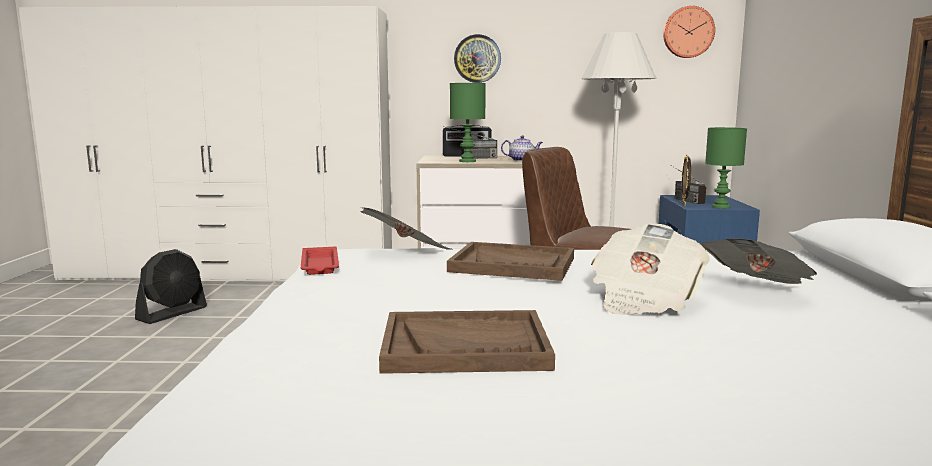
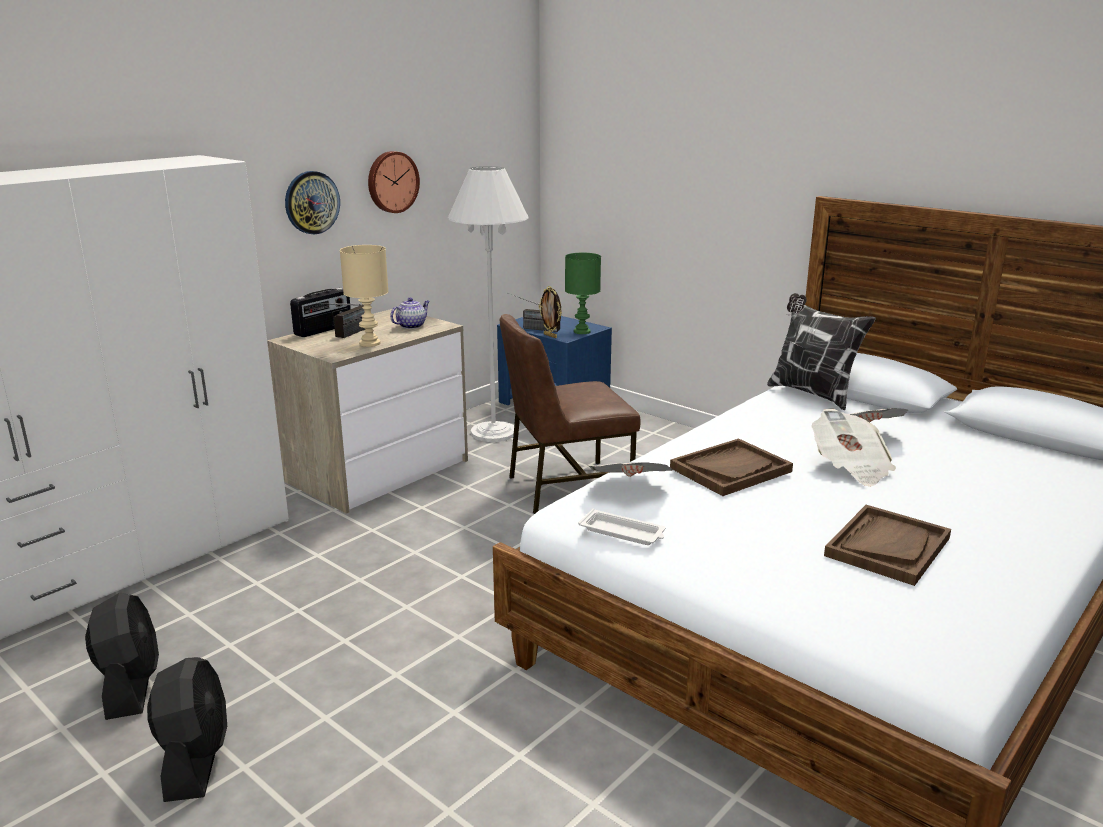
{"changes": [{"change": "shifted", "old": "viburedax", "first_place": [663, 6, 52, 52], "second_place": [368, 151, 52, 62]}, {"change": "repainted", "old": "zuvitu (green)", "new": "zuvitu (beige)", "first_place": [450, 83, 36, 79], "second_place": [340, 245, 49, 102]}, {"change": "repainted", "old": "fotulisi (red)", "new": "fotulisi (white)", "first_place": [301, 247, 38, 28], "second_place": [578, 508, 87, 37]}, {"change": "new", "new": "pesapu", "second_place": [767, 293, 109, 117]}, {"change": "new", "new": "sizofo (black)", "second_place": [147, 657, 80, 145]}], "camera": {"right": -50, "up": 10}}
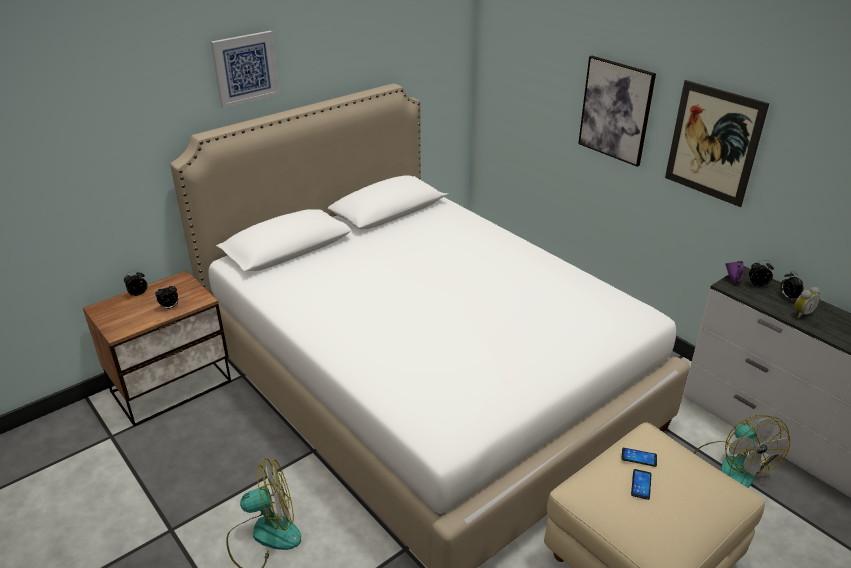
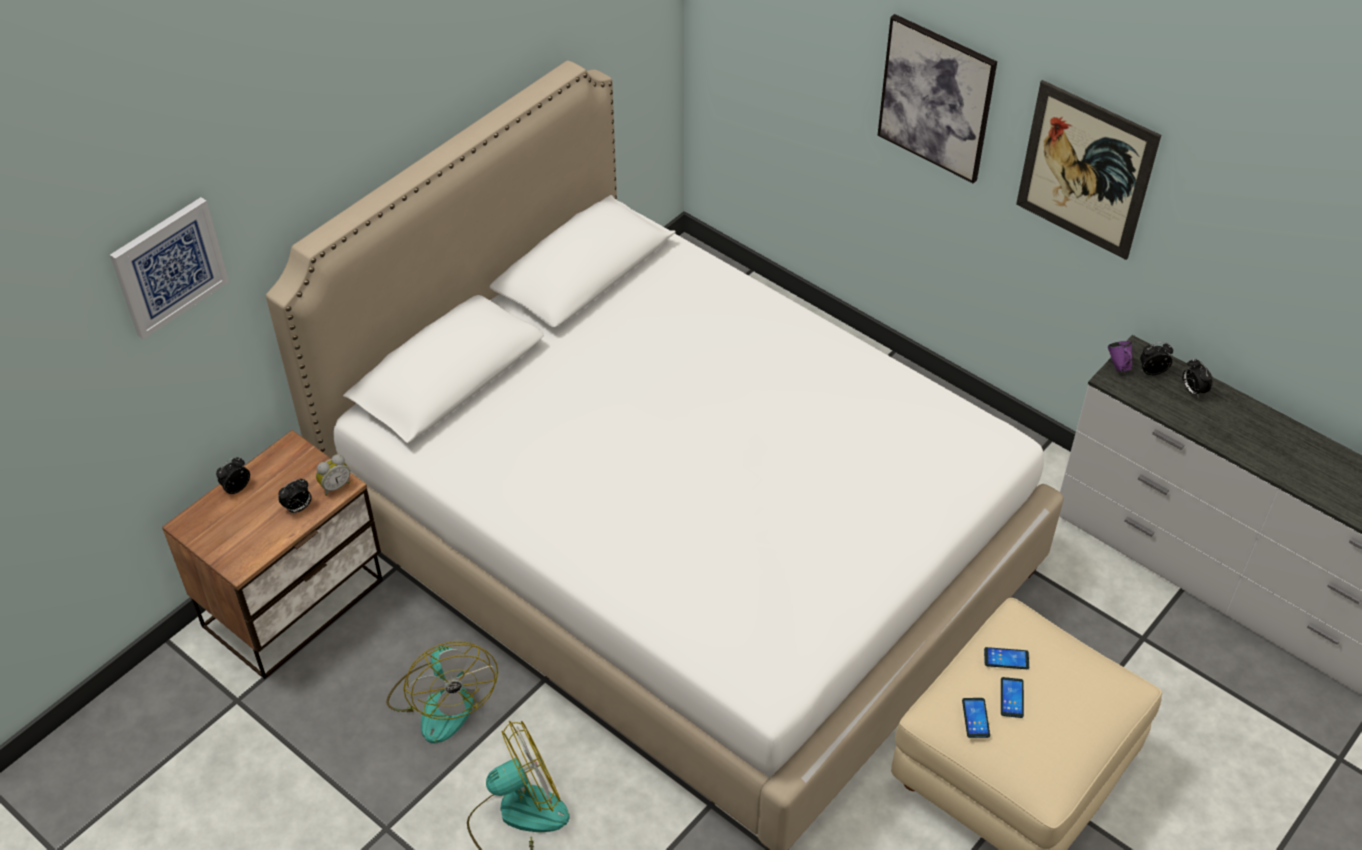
{"changes": [{"change": "shifted", "old": "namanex", "first_place": [211, 31, 69, 77], "second_place": [110, 197, 119, 142]}, {"change": "shifted", "old": "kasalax", "first_place": [795, 287, 25, 31], "second_place": [316, 454, 34, 42]}, {"change": "shifted", "old": "sizofo", "first_place": [694, 415, 96, 73], "second_place": [386, 641, 112, 102]}, {"change": "new", "new": "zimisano", "second_place": [962, 698, 28, 40]}], "camera": {"right": -10, "up": 15}}
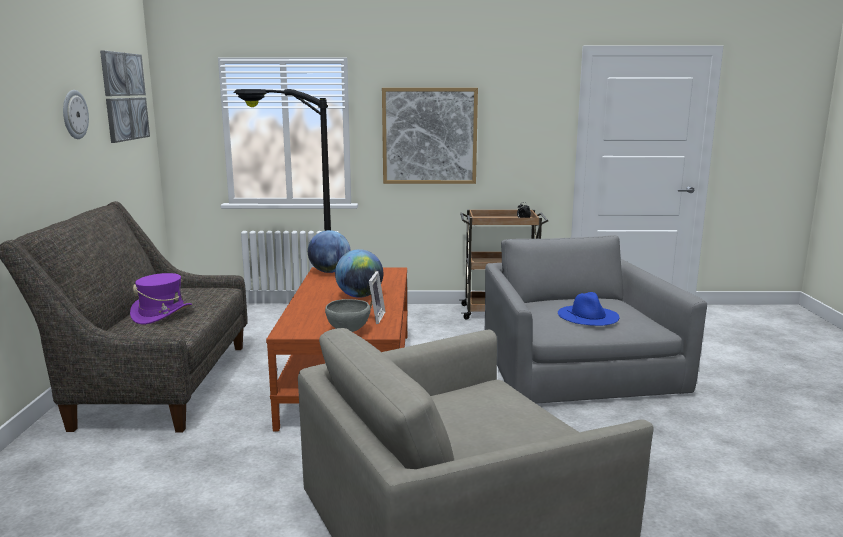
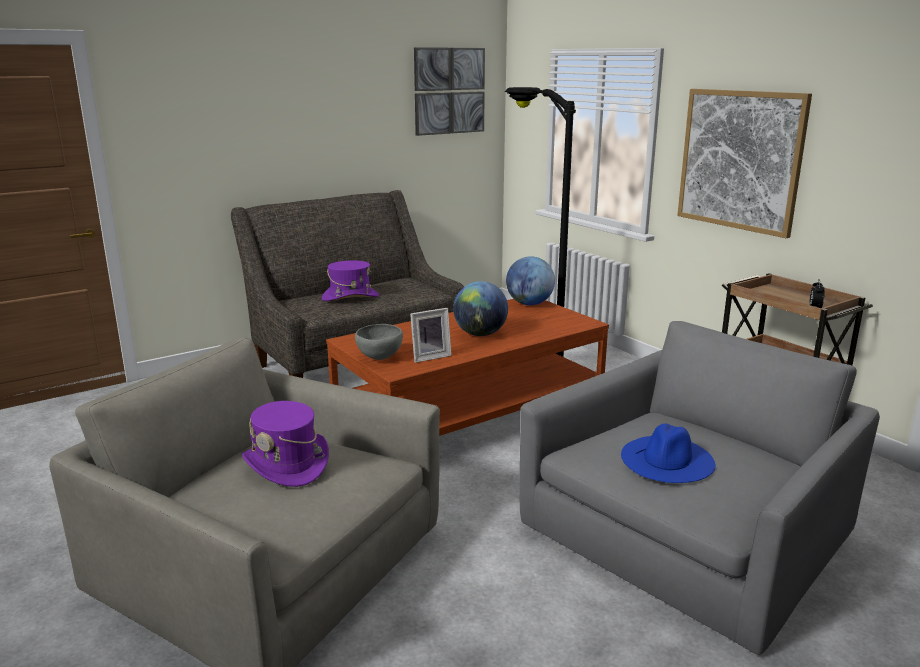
{"changes": [{"change": "gone", "old": "viburedax", "first_place": [63, 90, 26, 49]}, {"change": "new", "new": "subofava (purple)", "second_place": [242, 401, 87, 86]}], "camera": {"right": 55, "up": 5}}
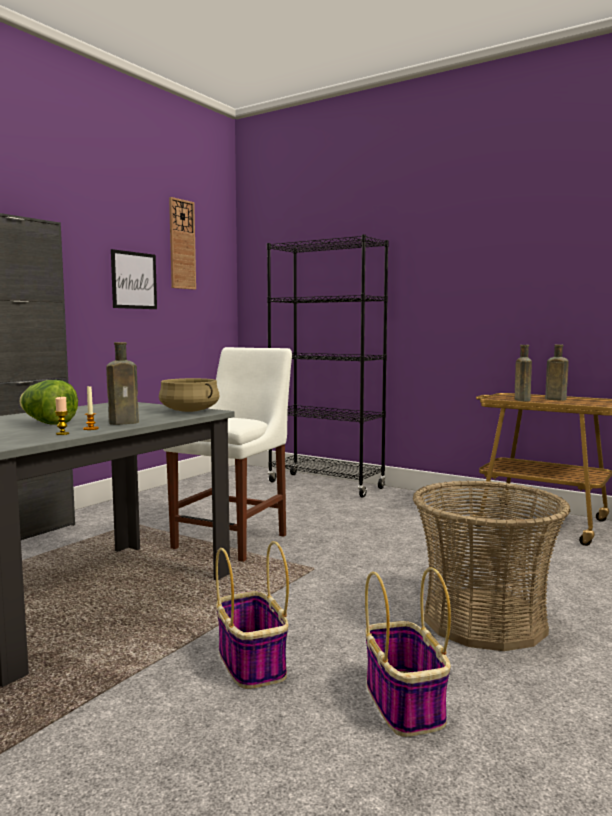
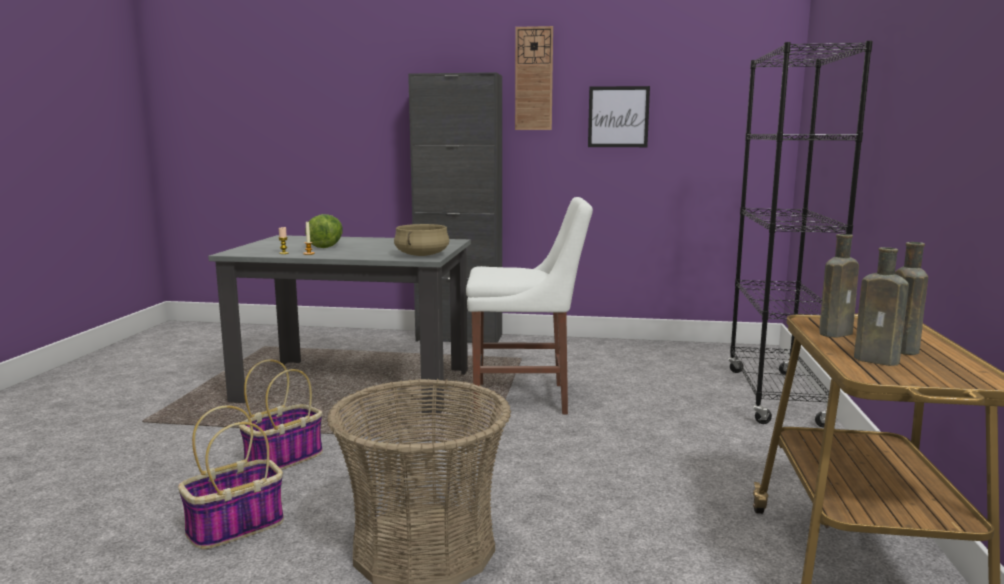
{"changes": [{"change": "shifted", "old": "viburedax", "first_place": [169, 197, 27, 93], "second_place": [515, 26, 38, 104]}, {"change": "shifted", "old": "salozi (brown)", "first_place": [106, 342, 33, 83], "second_place": [854, 247, 55, 119]}], "camera": {"right": 65, "up": 5}}
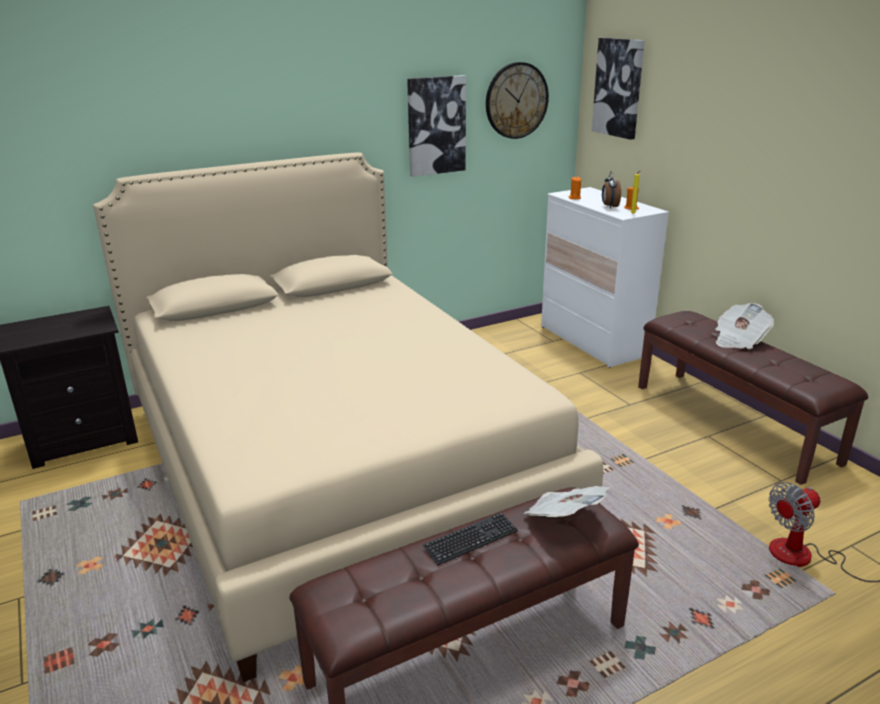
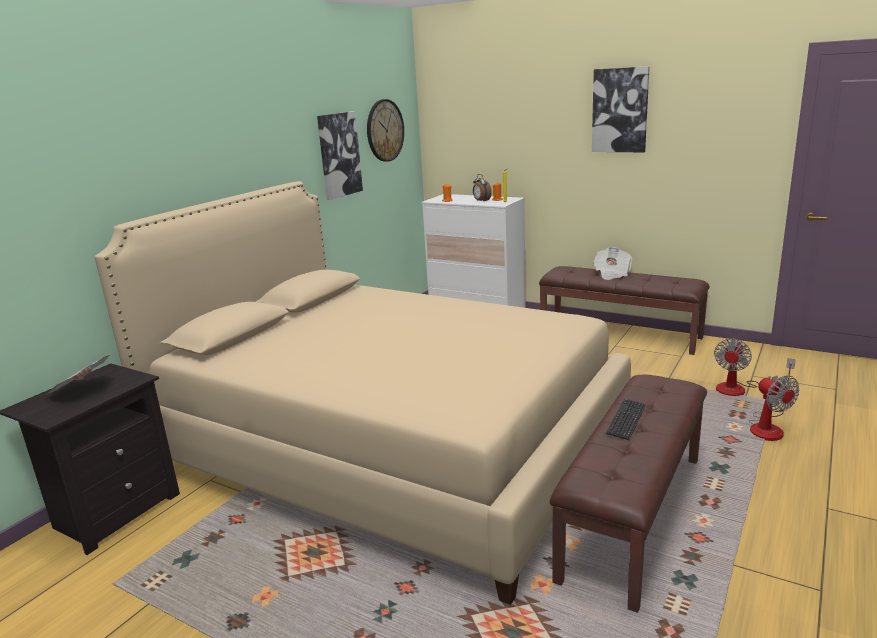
{"changes": [{"change": "shifted", "old": "namanex", "first_place": [592, 38, 53, 102], "second_place": [592, 66, 58, 86]}, {"change": "shifted", "old": "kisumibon", "first_place": [523, 486, 87, 31], "second_place": [46, 355, 64, 40]}, {"change": "new", "new": "sizofo", "second_place": [749, 376, 51, 65]}], "camera": {"right": -30, "up": -5}}
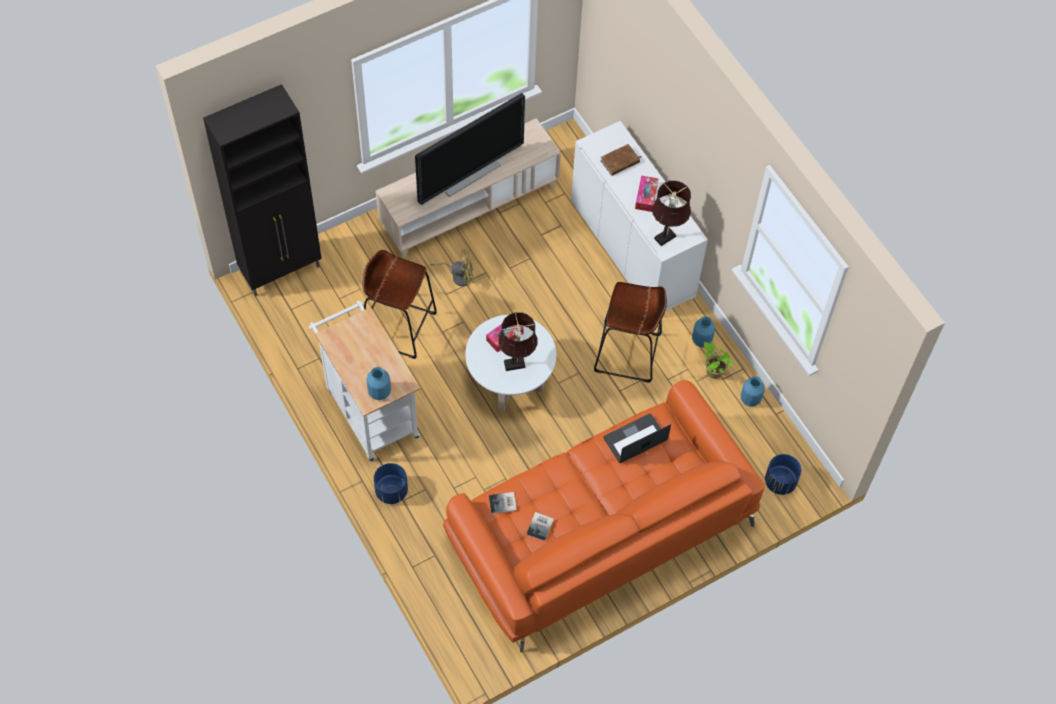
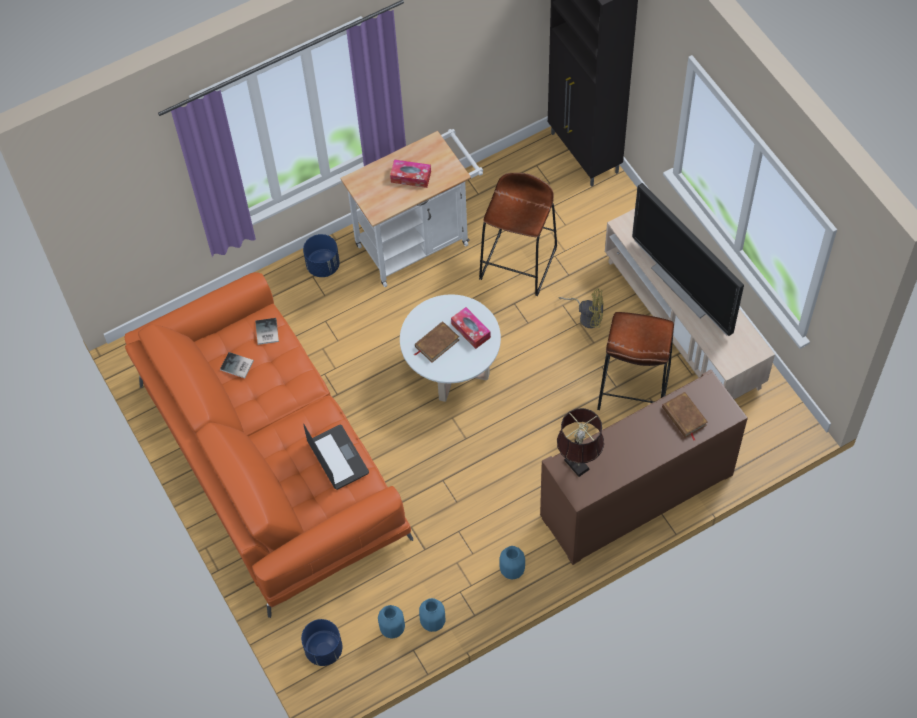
{"changes": [{"change": "repainted", "old": "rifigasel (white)", "new": "rifigasel (brown)", "first_place": [571, 121, 137, 190], "second_place": [540, 369, 208, 196]}, {"change": "shifted", "old": "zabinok", "first_place": [635, 176, 23, 36], "second_place": [390, 159, 41, 29]}, {"change": "rotated", "old": "sizofo (yellow)", "first_place": [430, 250, 43, 36], "second_place": [559, 288, 44, 40], "degrees": -75}, {"change": "shifted", "old": "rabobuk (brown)", "first_place": [594, 282, 73, 101], "second_place": [597, 312, 77, 98]}, {"change": "swapped", "old": "zuvitu (brown)", "new": "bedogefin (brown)", "first_place": [499, 312, 38, 59], "second_place": [414, 321, 45, 42]}, {"change": "gone", "old": "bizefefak", "first_place": [704, 342, 30, 37]}, {"change": "shifted", "old": "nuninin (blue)", "first_place": [366, 367, 25, 33], "second_place": [378, 605, 27, 34]}], "camera": {"right": 95, "up": 0}}
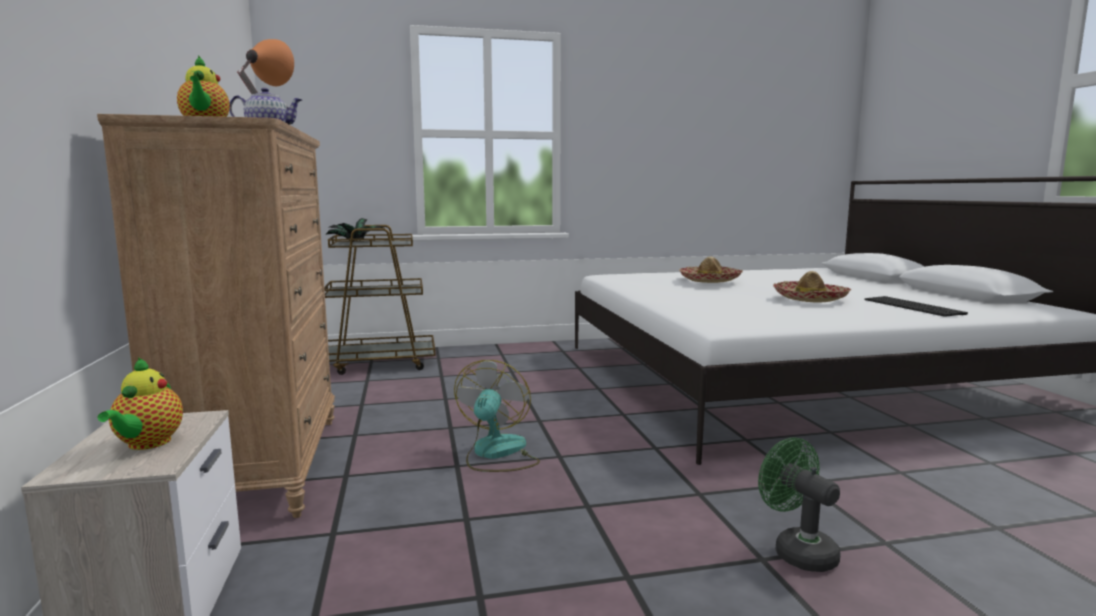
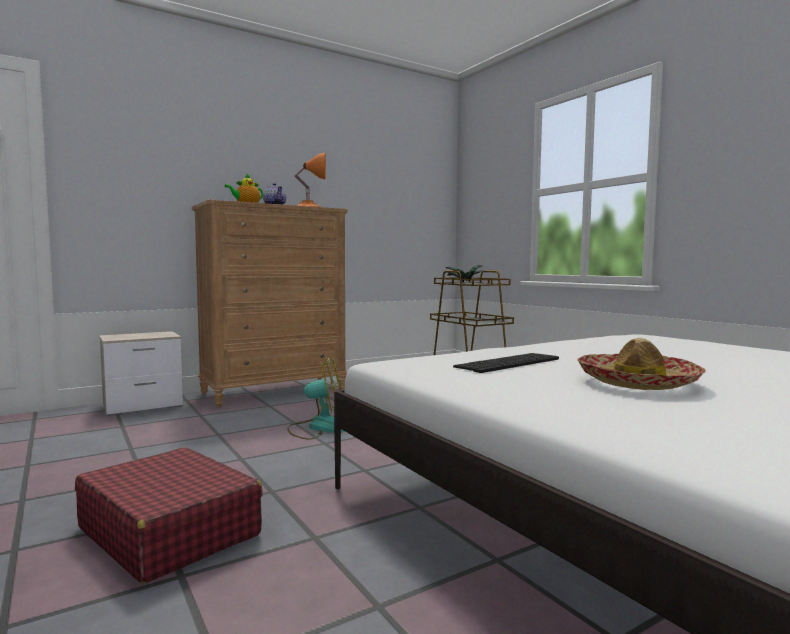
{"changes": [{"change": "gone", "old": "subofava", "first_place": [679, 257, 64, 26]}, {"change": "shifted", "old": "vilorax", "first_place": [864, 296, 104, 21], "second_place": [453, 353, 106, 20]}, {"change": "gone", "old": "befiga", "first_place": [98, 357, 85, 93]}, {"change": "swapped", "old": "sizofo (green)", "new": "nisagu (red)", "first_place": [758, 437, 82, 135], "second_place": [75, 447, 188, 137]}], "camera": {"right": 70, "up": -5}}
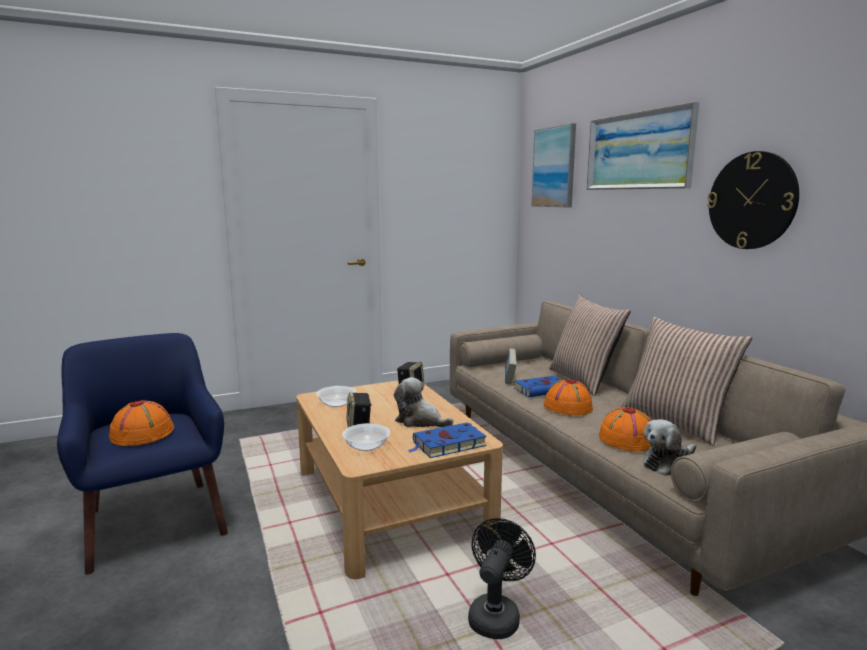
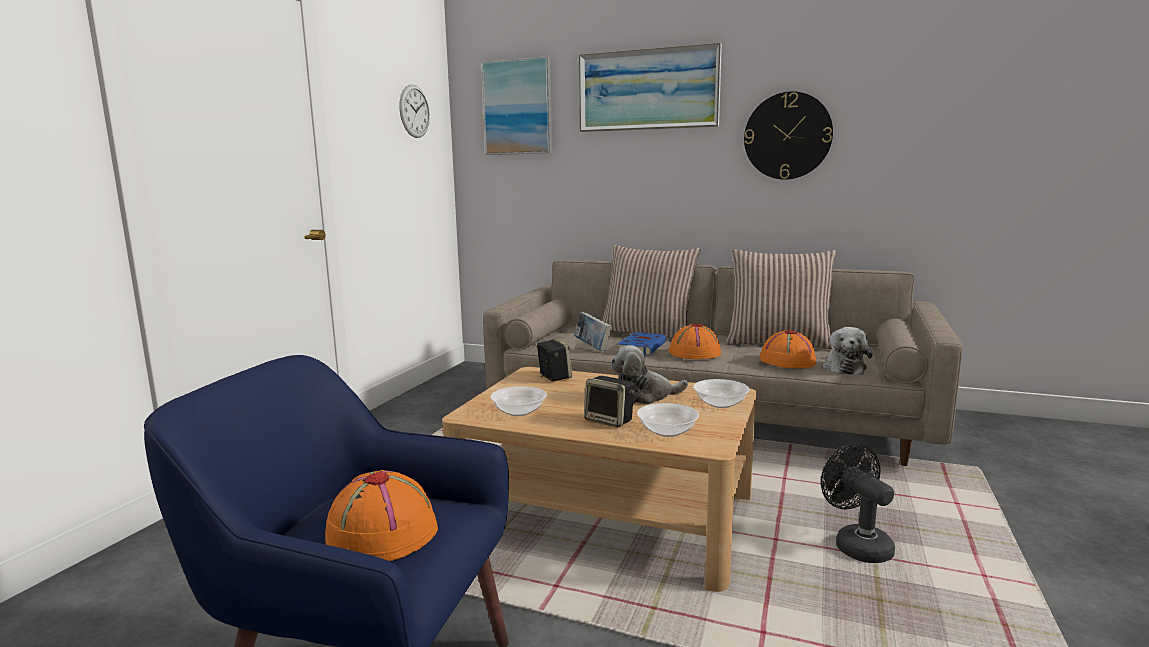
{"changes": [{"change": "swapped", "old": "bedogefin (blue)", "new": "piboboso", "first_place": [407, 422, 80, 36], "second_place": [693, 379, 57, 29]}, {"change": "new", "new": "viburedax", "second_place": [399, 84, 31, 54]}], "camera": {"right": -45, "up": 0}}
